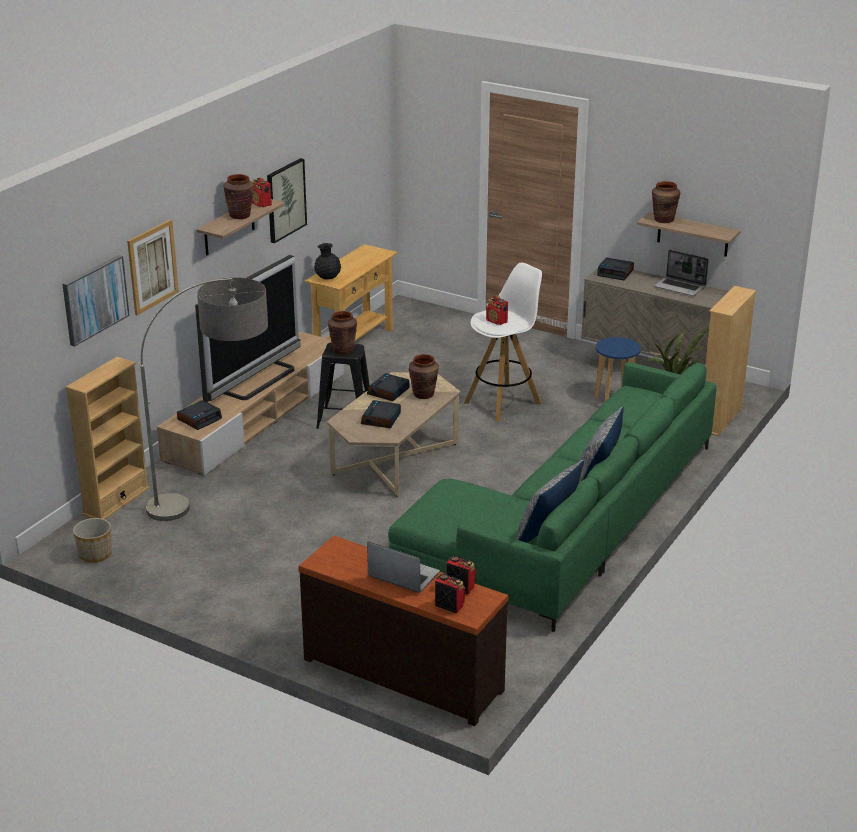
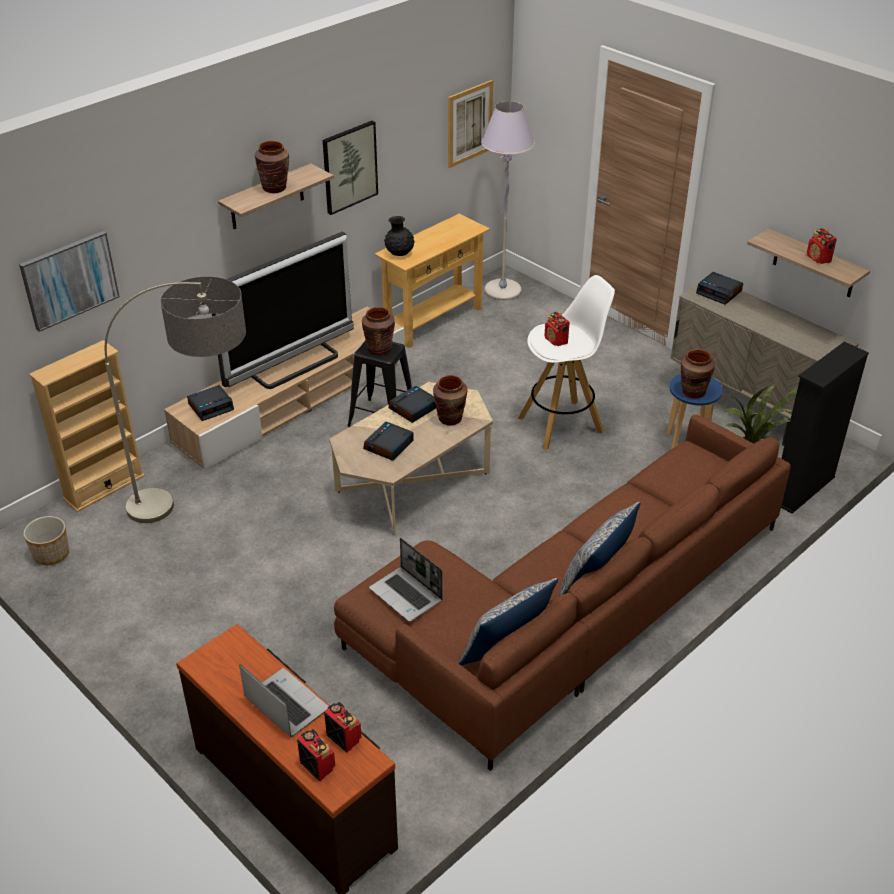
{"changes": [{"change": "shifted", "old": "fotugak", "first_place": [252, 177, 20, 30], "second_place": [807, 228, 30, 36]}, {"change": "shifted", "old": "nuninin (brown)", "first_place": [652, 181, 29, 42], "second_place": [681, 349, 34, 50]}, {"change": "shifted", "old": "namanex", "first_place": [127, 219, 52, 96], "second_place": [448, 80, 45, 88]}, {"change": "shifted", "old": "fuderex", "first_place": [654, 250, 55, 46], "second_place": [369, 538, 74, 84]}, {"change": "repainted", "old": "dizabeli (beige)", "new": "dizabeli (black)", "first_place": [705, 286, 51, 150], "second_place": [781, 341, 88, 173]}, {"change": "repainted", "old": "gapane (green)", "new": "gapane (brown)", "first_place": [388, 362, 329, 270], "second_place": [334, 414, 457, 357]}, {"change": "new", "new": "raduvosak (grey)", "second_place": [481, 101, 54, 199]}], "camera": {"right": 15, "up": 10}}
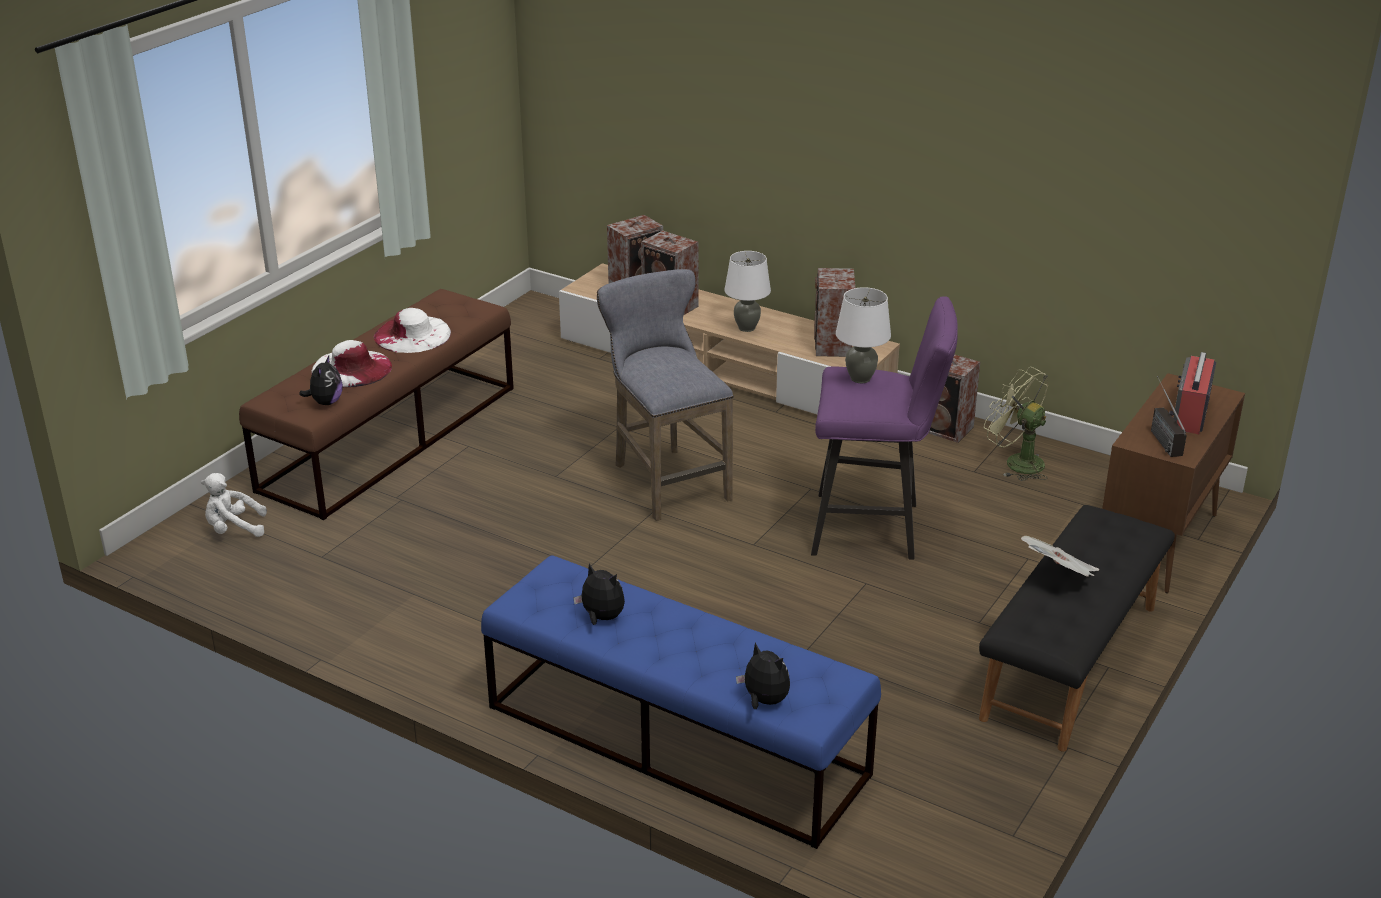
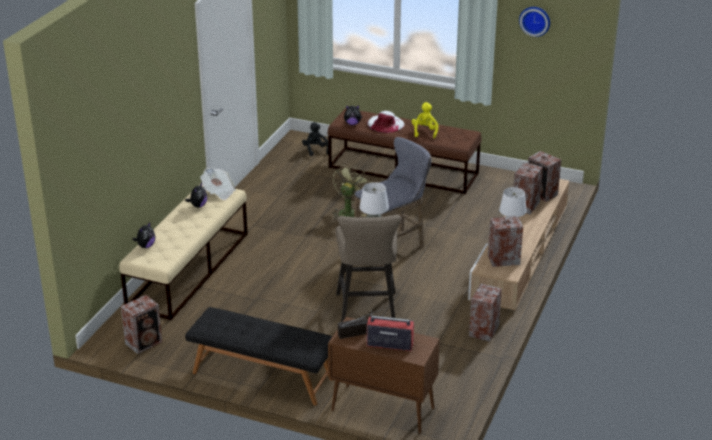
{"changes": [{"change": "repainted", "old": "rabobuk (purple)", "new": "rabobuk (beige)", "first_place": [811, 296, 147, 264], "second_place": [336, 215, 66, 107]}, {"change": "swapped", "old": "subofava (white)", "new": "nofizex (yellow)", "first_place": [374, 308, 77, 45], "second_place": [411, 102, 27, 37]}, {"change": "shifted", "old": "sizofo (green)", "first_place": [984, 367, 64, 114], "second_place": [332, 165, 40, 55]}, {"change": "repainted", "old": "nofizex (white)", "new": "nofizex (black)", "first_place": [201, 473, 66, 64], "second_place": [302, 122, 27, 34]}, {"change": "shifted", "old": "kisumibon", "first_place": [1021, 536, 78, 41], "second_place": [200, 168, 36, 32]}, {"change": "repainted", "old": "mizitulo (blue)", "new": "mizitulo (beige)", "first_place": [481, 555, 400, 294], "second_place": [119, 182, 129, 138]}, {"change": "new", "new": "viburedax", "second_place": [519, 7, 31, 30]}, {"change": "new", "new": "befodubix", "second_place": [121, 295, 41, 59]}], "camera": {"right": 80, "up": 0}}
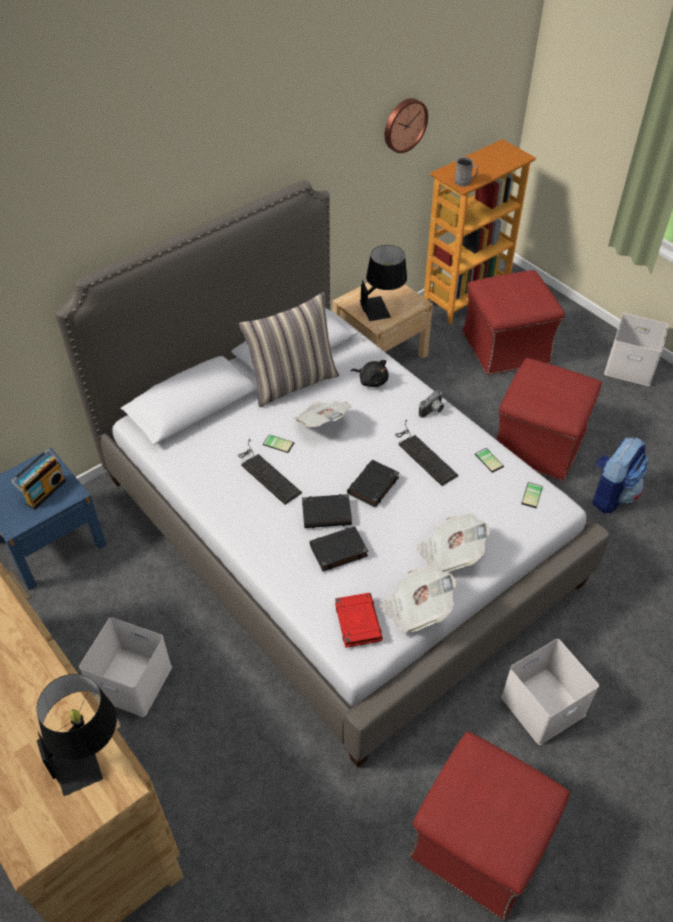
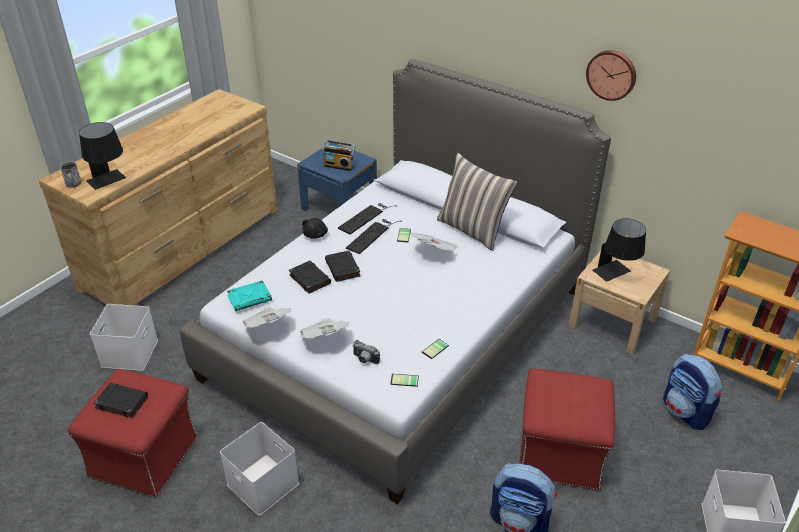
{"changes": [{"change": "shifted", "old": "viburedax", "first_place": [385, 98, 43, 55], "second_place": [586, 50, 50, 51]}, {"change": "shifted", "old": "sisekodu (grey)", "first_place": [454, 157, 24, 29], "second_place": [60, 161, 21, 27]}, {"change": "swapped", "old": "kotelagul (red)", "new": "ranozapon", "first_place": [462, 270, 103, 105], "second_place": [663, 354, 59, 76]}, {"change": "shifted", "old": "nofizex (black)", "first_place": [351, 360, 38, 27], "second_place": [302, 218, 26, 21]}, {"change": "shifted", "old": "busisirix", "first_place": [419, 390, 25, 28], "second_place": [352, 340, 28, 24]}, {"change": "shifted", "old": "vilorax", "first_place": [395, 420, 64, 66], "second_place": [338, 203, 58, 31]}, {"change": "shifted", "old": "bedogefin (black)", "first_place": [347, 460, 52, 48], "second_place": [94, 383, 54, 35]}, {"change": "repainted", "old": "bedogefin (red)", "new": "bedogefin (turquoise)", "first_place": [335, 593, 48, 55], "second_place": [227, 280, 45, 31]}, {"change": "shifted", "old": "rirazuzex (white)", "first_place": [79, 617, 93, 100], "second_place": [90, 304, 68, 67]}], "camera": {"right": 75, "up": -10}}
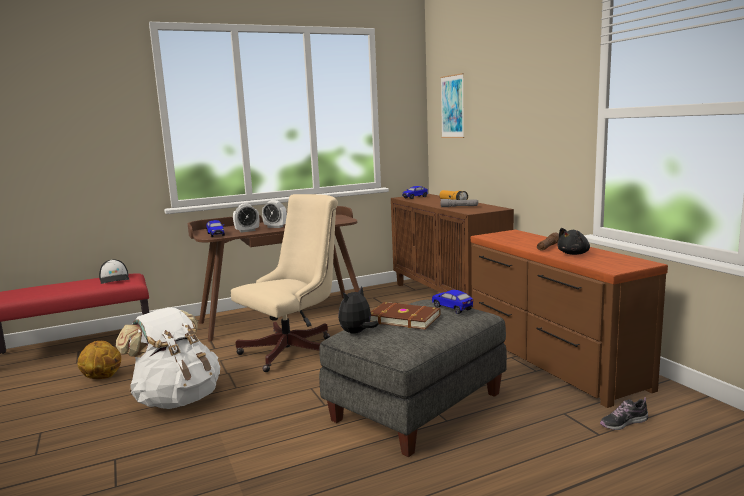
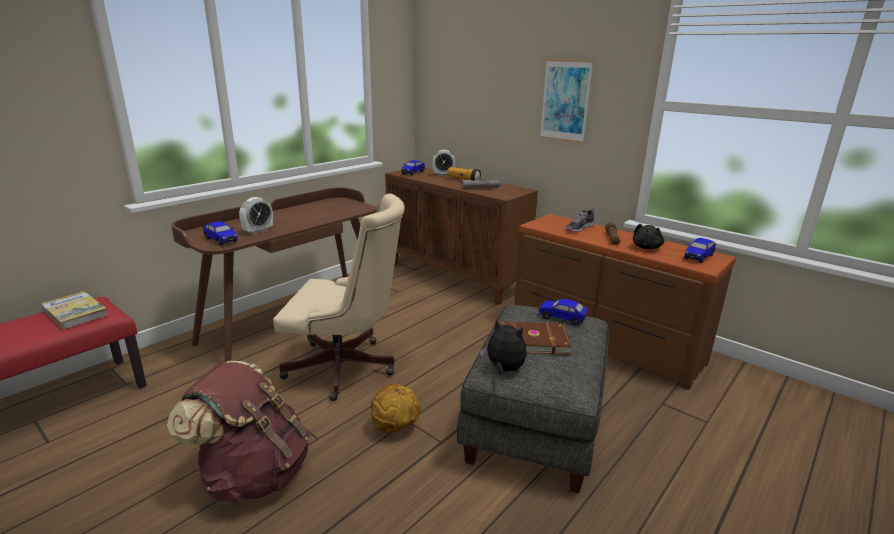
{"changes": [{"change": "shifted", "old": "namanex", "first_place": [440, 73, 24, 65], "second_place": [540, 60, 53, 83]}, {"change": "rotated", "old": "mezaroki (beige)", "first_place": [231, 194, 107, 178], "second_place": [273, 194, 132, 207], "degrees": 75}, {"change": "shifted", "old": "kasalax", "first_place": [262, 200, 25, 28], "second_place": [433, 150, 22, 26]}, {"change": "swapped", "old": "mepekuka", "new": "bedogefin", "first_place": [99, 259, 30, 25], "second_place": [41, 291, 67, 39]}, {"change": "rotated", "old": "nofizex", "first_place": [338, 287, 41, 47], "second_place": [480, 319, 47, 55], "degrees": 105}, {"change": "repainted", "old": "ranozapon (white)", "new": "ranozapon (brown)", "first_place": [116, 307, 104, 102], "second_place": [167, 361, 143, 143]}, {"change": "shifted", "old": "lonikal", "first_place": [77, 341, 44, 38], "second_place": [371, 384, 50, 49]}, {"change": "shifted", "old": "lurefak", "first_place": [600, 397, 48, 33], "second_place": [566, 208, 28, 24]}, {"change": "new", "new": "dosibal", "second_place": [684, 238, 32, 25]}], "camera": {"right": -25, "up": 10}}
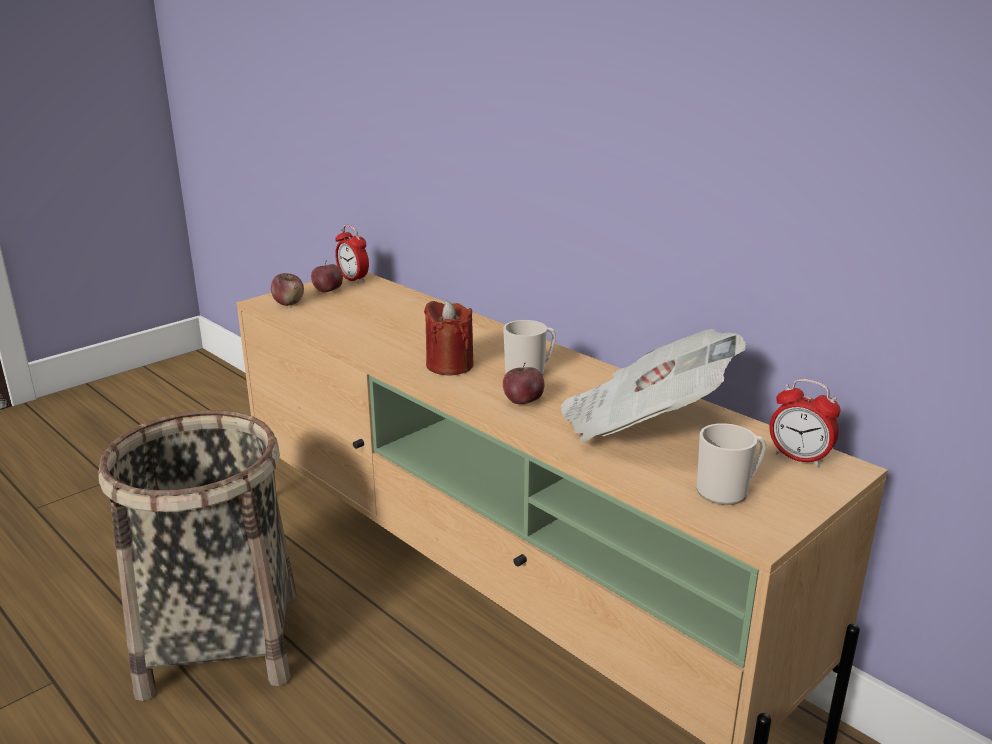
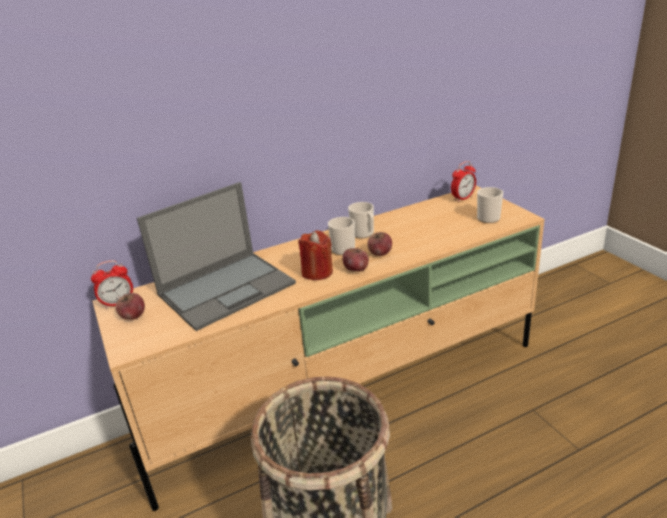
{"changes": [{"change": "shifted", "old": "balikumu", "first_place": [271, 273, 33, 33], "second_place": [342, 247, 27, 24]}, {"change": "gone", "old": "kisumibon", "first_place": [560, 329, 186, 113]}, {"change": "new", "new": "fuderex", "second_place": [137, 182, 159, 149]}, {"change": "new", "new": "sisekodu", "second_place": [348, 202, 26, 37]}], "camera": {"right": -70, "up": 5}}
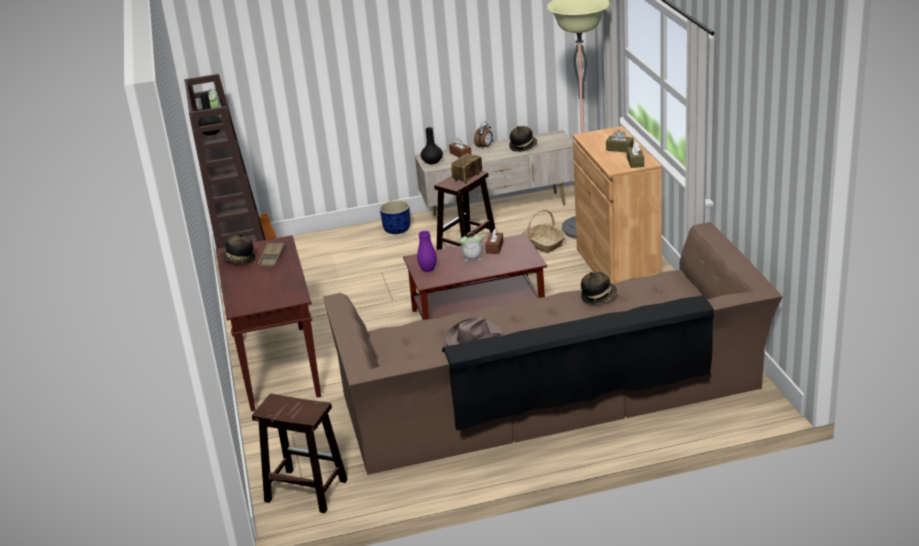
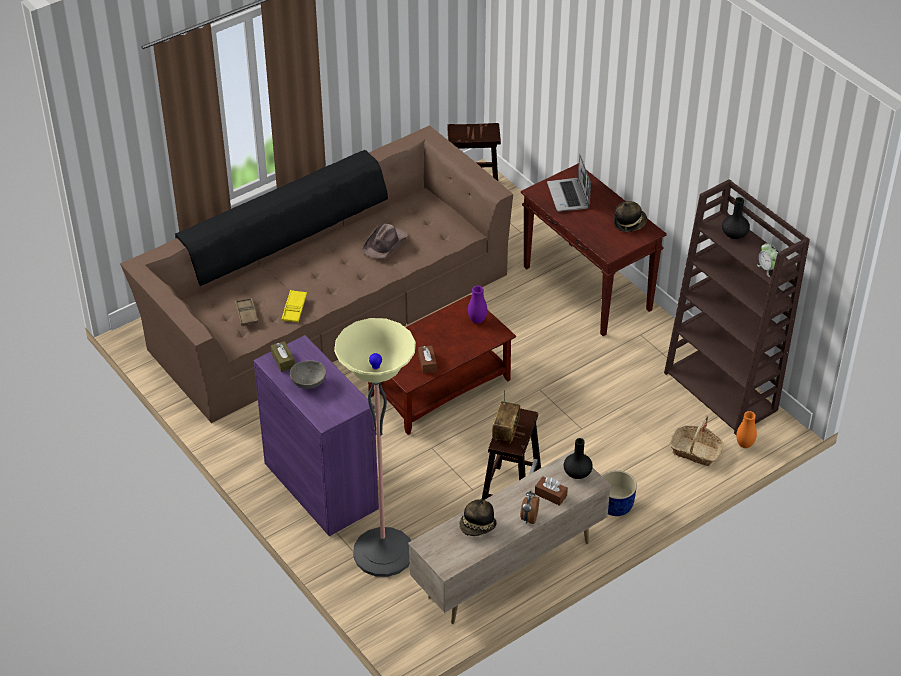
{"changes": [{"change": "repainted", "old": "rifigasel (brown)", "new": "rifigasel (purple)", "first_place": [573, 126, 89, 158], "second_place": [254, 335, 125, 201]}, {"change": "swapped", "old": "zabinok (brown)", "new": "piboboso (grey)", "first_place": [606, 130, 28, 22], "second_place": [290, 360, 36, 29]}, {"change": "shifted", "old": "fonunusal", "first_place": [521, 209, 45, 44], "second_place": [670, 415, 54, 51]}, {"change": "gone", "old": "kasalax", "first_place": [460, 233, 22, 28]}, {"change": "shifted", "old": "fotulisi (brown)", "first_place": [258, 242, 27, 25], "second_place": [235, 298, 23, 28]}, {"change": "swapped", "old": "subofava", "new": "fotulisi (yellow)", "first_place": [581, 272, 36, 32], "second_place": [282, 290, 25, 32]}, {"change": "new", "new": "fuderex", "second_place": [547, 154, 44, 58]}], "camera": {"right": 155, "up": 15}}
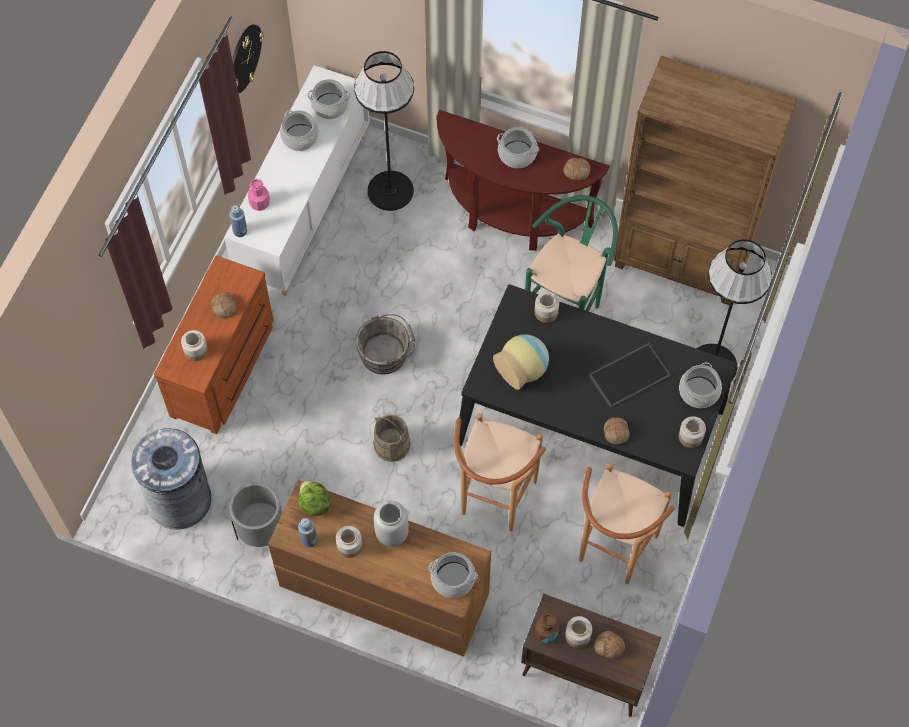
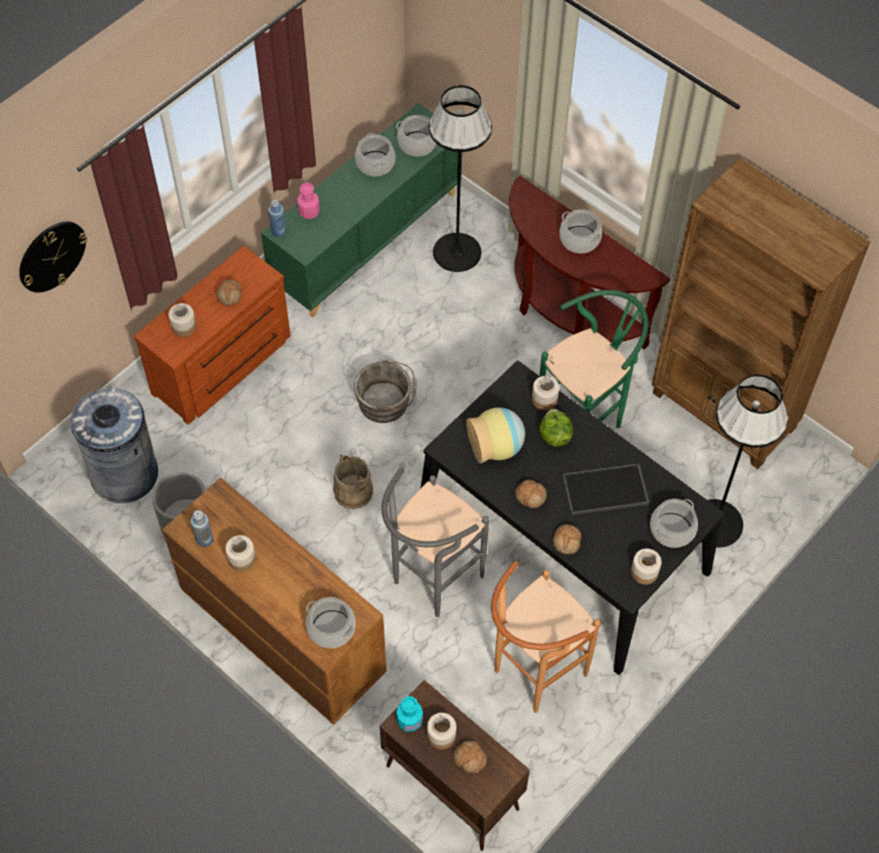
{"changes": [{"change": "shifted", "old": "viburedax", "first_place": [232, 24, 32, 69], "second_place": [19, 222, 68, 71]}, {"change": "repainted", "old": "rifigasel (white)", "new": "rifigasel (green)", "first_place": [224, 65, 146, 231], "second_place": [261, 103, 201, 215]}, {"change": "shifted", "old": "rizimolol", "first_place": [563, 158, 27, 22], "second_place": [515, 480, 32, 28]}, {"change": "repainted", "old": "rabobuk (brown)", "new": "rabobuk (grey)", "first_place": [454, 413, 92, 118], "second_place": [382, 467, 107, 150]}, {"change": "shifted", "old": "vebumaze", "first_place": [298, 480, 33, 36], "second_place": [539, 409, 34, 38]}, {"change": "gone", "old": "nuninin (grey)", "first_place": [374, 501, 35, 46]}, {"change": "repainted", "old": "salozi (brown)", "new": "salozi (turquoise)", "first_place": [535, 613, 24, 30], "second_place": [396, 696, 27, 36]}], "camera": {"right": 20, "up": -5}}
